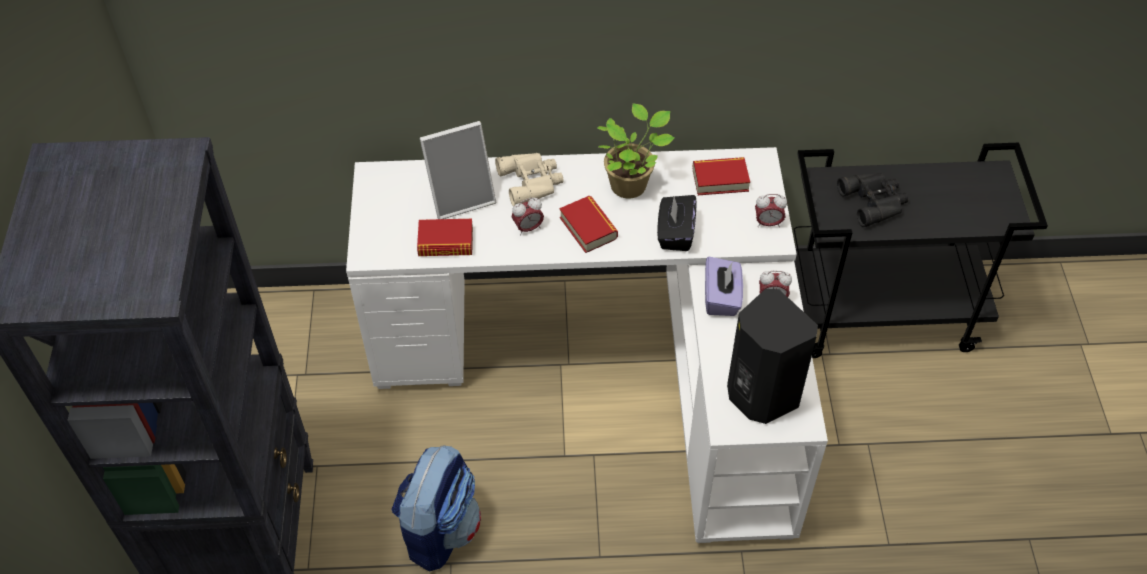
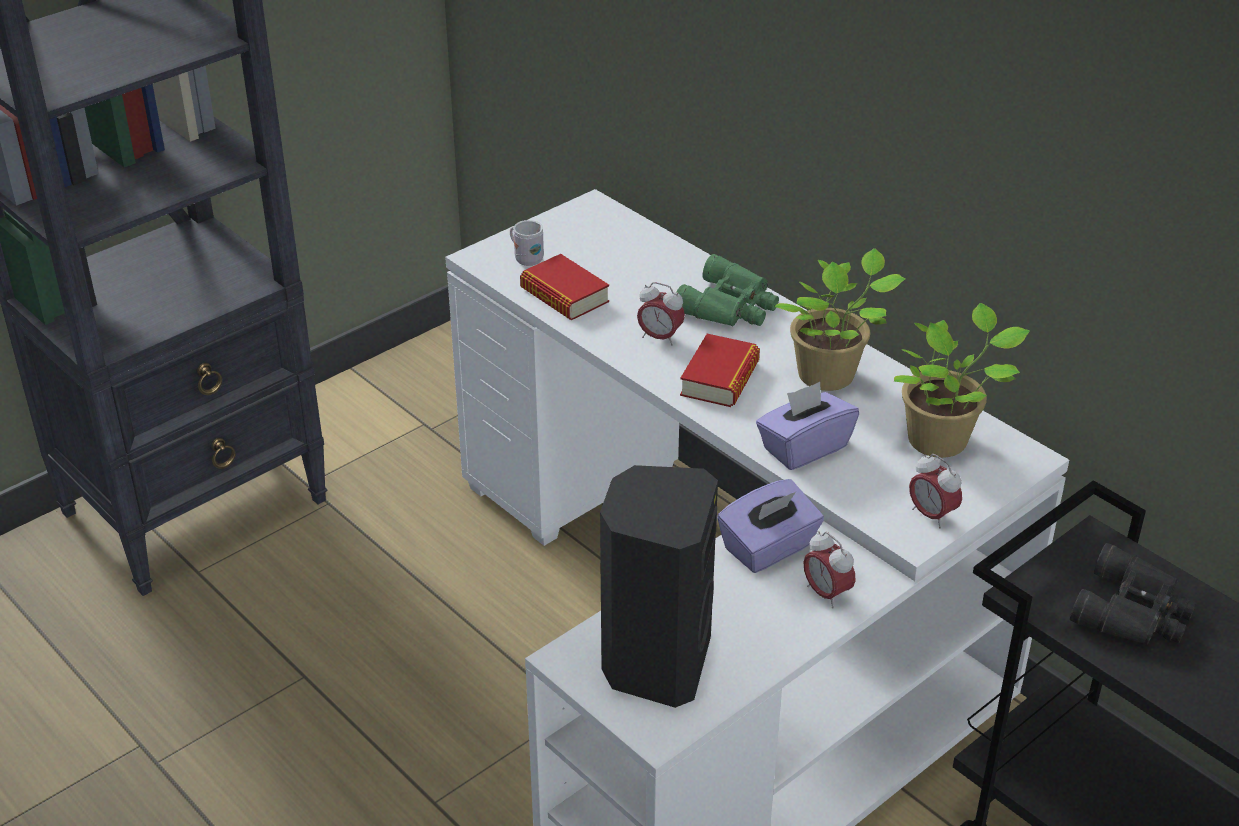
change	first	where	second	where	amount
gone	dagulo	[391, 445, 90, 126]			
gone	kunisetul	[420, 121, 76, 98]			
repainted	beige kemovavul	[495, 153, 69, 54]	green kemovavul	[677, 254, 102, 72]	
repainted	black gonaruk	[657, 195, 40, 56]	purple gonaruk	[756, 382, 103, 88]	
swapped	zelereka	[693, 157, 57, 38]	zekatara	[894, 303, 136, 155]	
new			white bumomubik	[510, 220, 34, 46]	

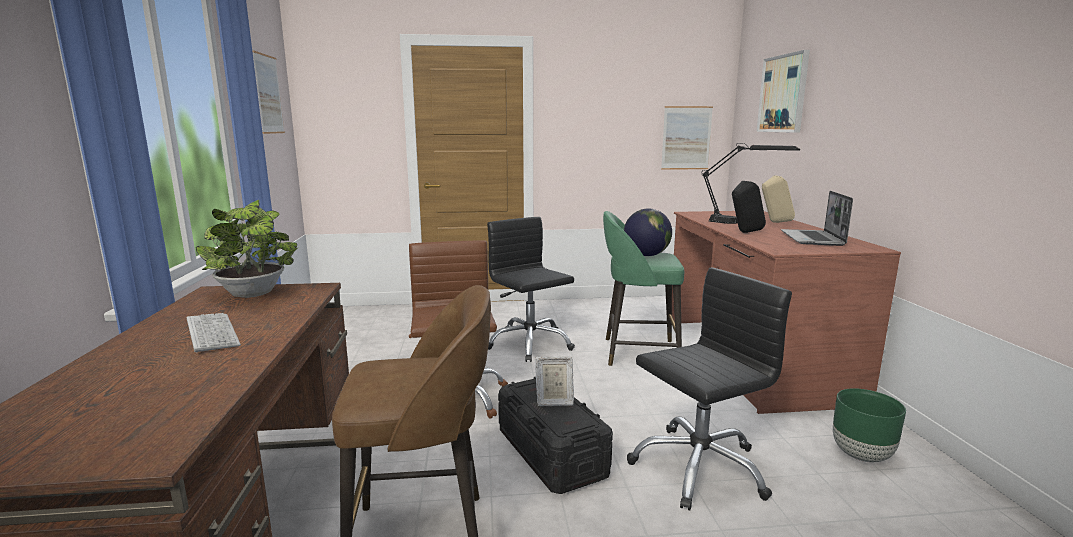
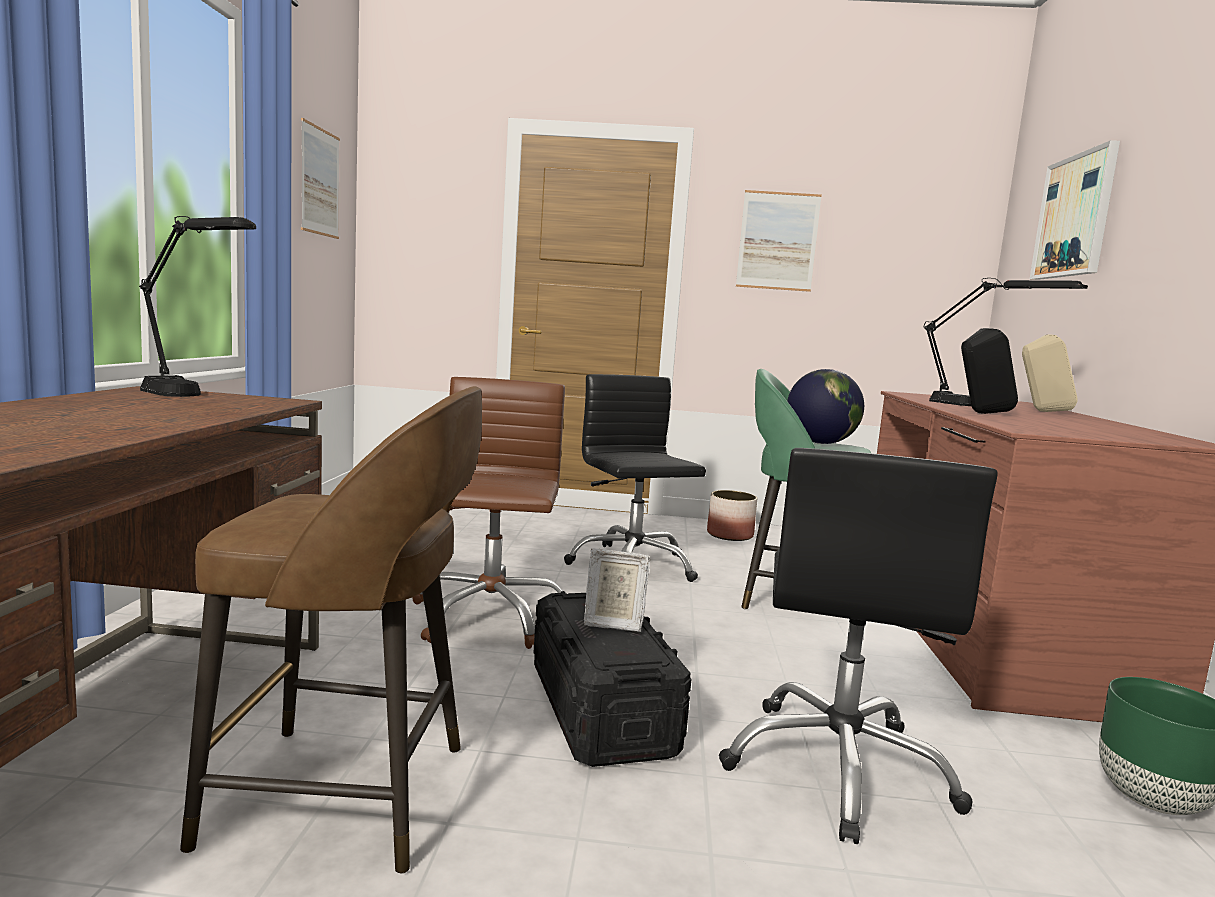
change	first	where	second	where	amount
gone	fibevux	[187, 313, 54, 39]			
swapped	zekatara	[196, 200, 103, 98]	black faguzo	[139, 216, 117, 181]	
rotated	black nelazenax	[627, 267, 165, 244]		[719, 448, 279, 396]	120 degrees clockwise
shifted	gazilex	[661, 106, 52, 64]		[736, 190, 86, 102]	
gone	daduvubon	[781, 191, 72, 55]			
new			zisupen	[707, 490, 50, 51]	

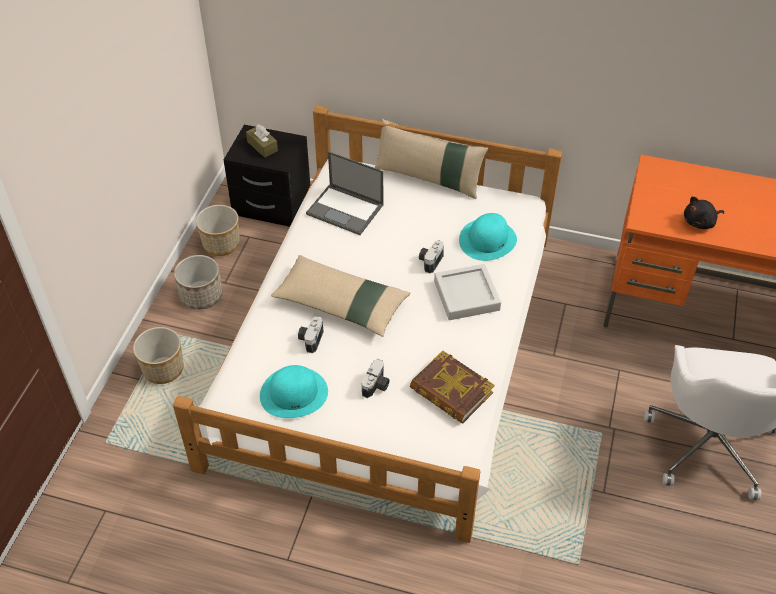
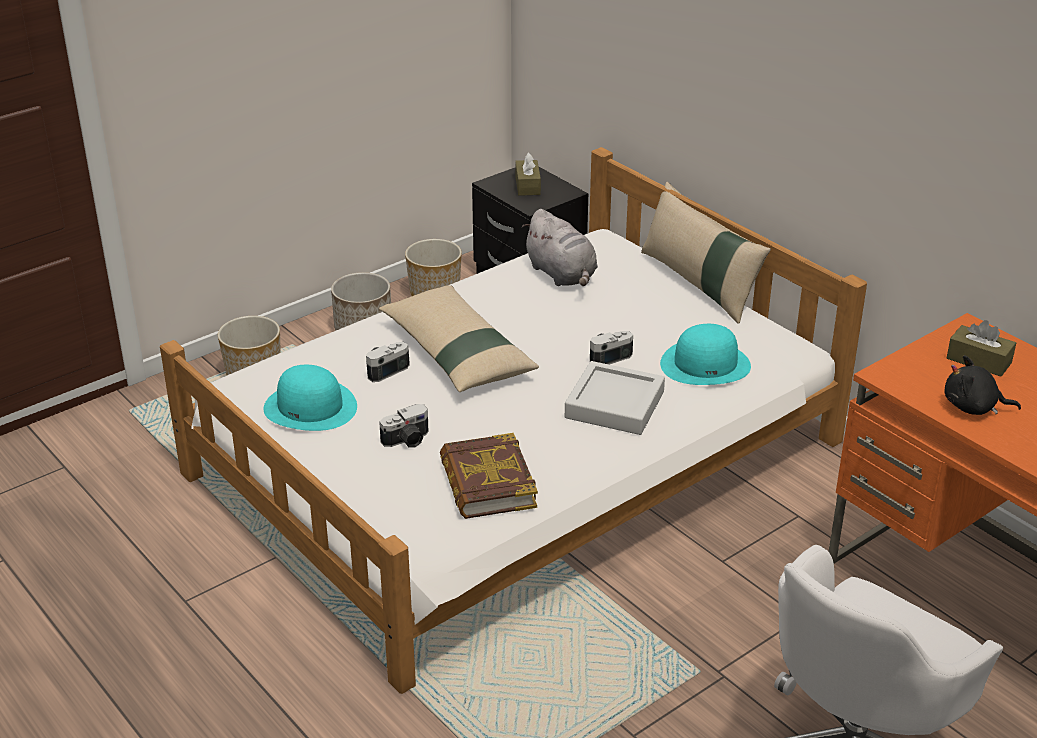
change	first	where	second	where	amount
swapped	daduvubon	[306, 151, 77, 84]	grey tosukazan	[522, 209, 76, 77]	
new			brown gonaruk	[947, 320, 69, 57]	

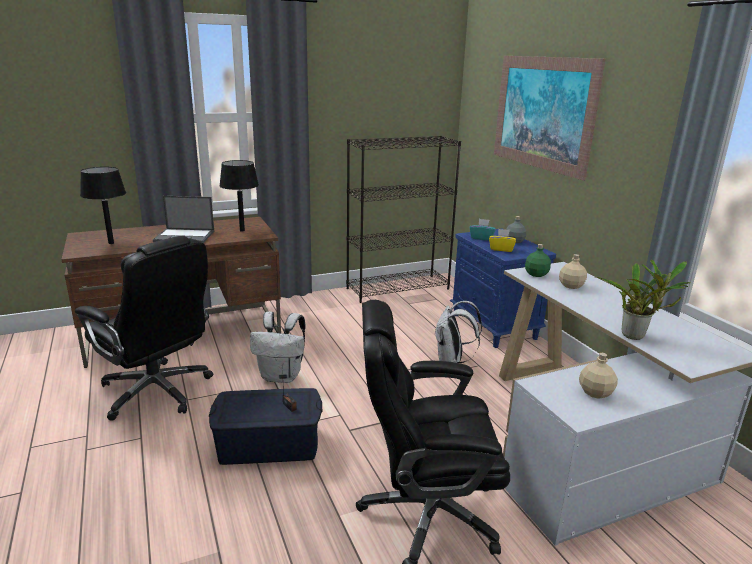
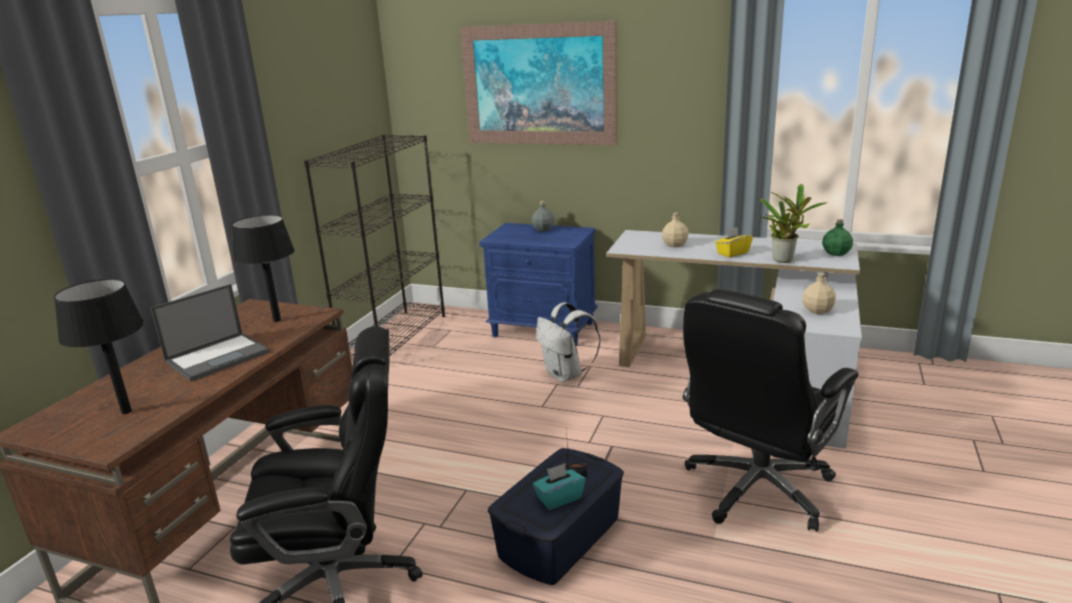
change	first	where	second	where	amount
gone	white dagulo	[250, 312, 55, 71]			
shifted	turquoise gonaruk	[470, 219, 26, 22]		[533, 463, 52, 47]	
shifted	yellow gonaruk	[489, 229, 27, 23]		[715, 227, 38, 31]	
shifted	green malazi	[525, 244, 26, 33]		[822, 219, 31, 37]	

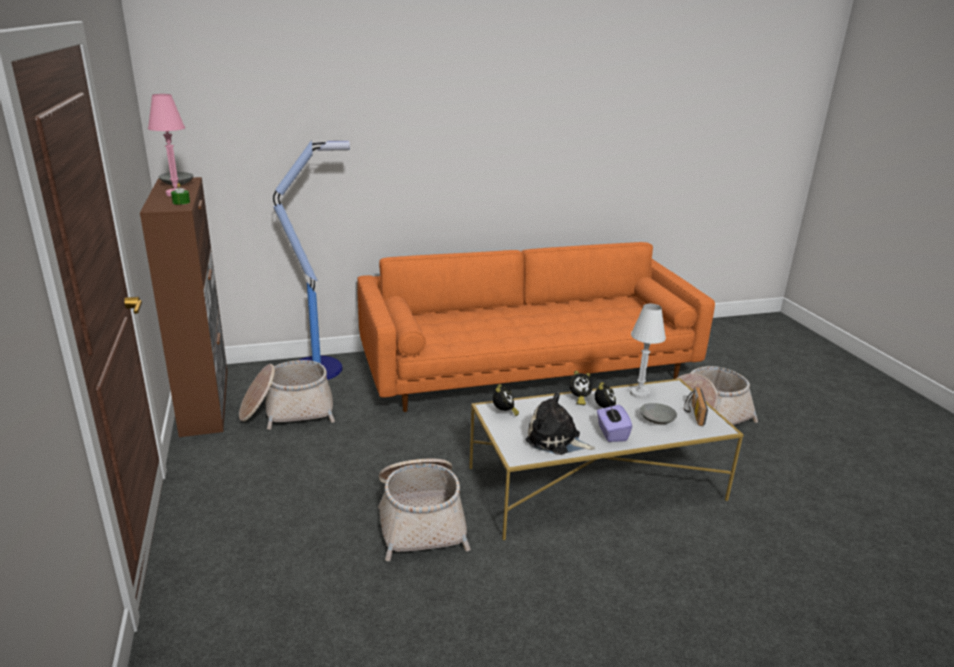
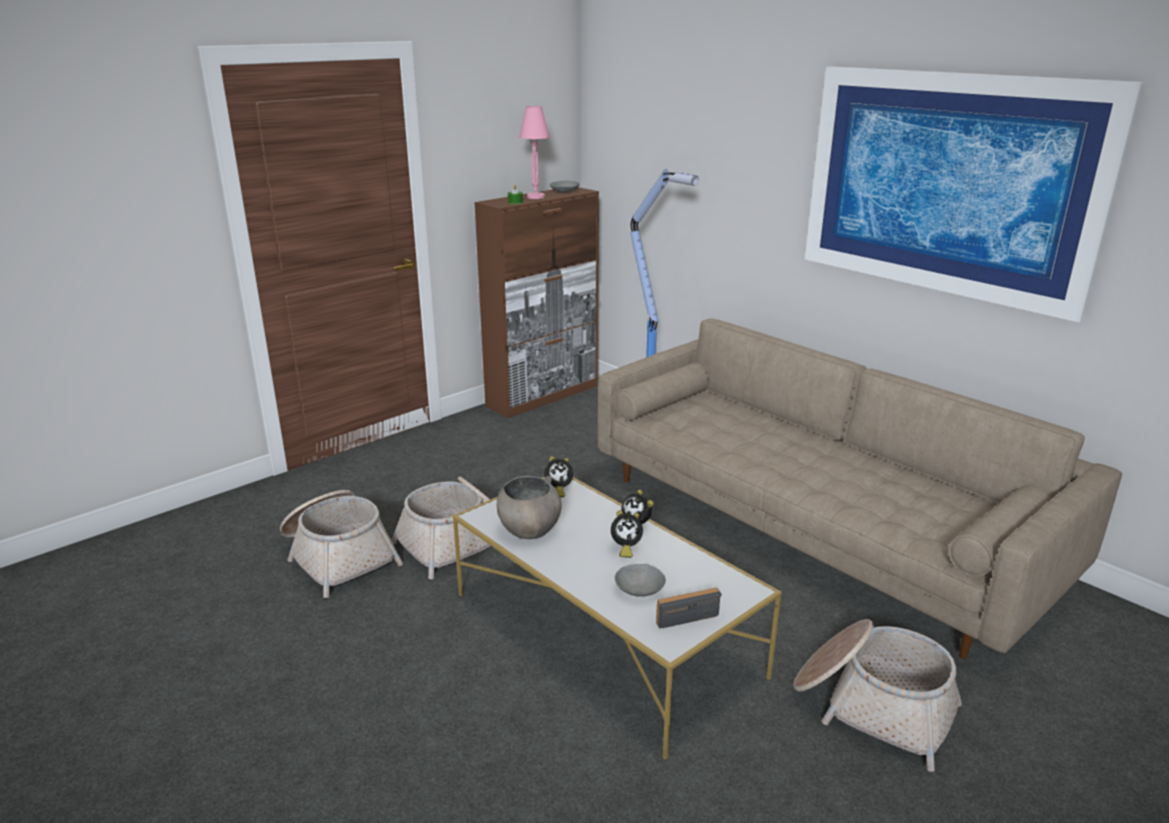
change	first	where	second	where	amount
shifted	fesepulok	[239, 360, 96, 70]		[280, 490, 124, 108]	
repainted	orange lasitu	[357, 242, 358, 170]	beige lasitu	[598, 319, 524, 340]	
swapped	tosukazan	[526, 392, 69, 63]	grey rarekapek	[497, 476, 65, 63]	
gone	purple gonaruk	[597, 405, 35, 37]			
gone	white faguzo	[630, 304, 36, 95]			
new			gazilex	[805, 67, 341, 256]	

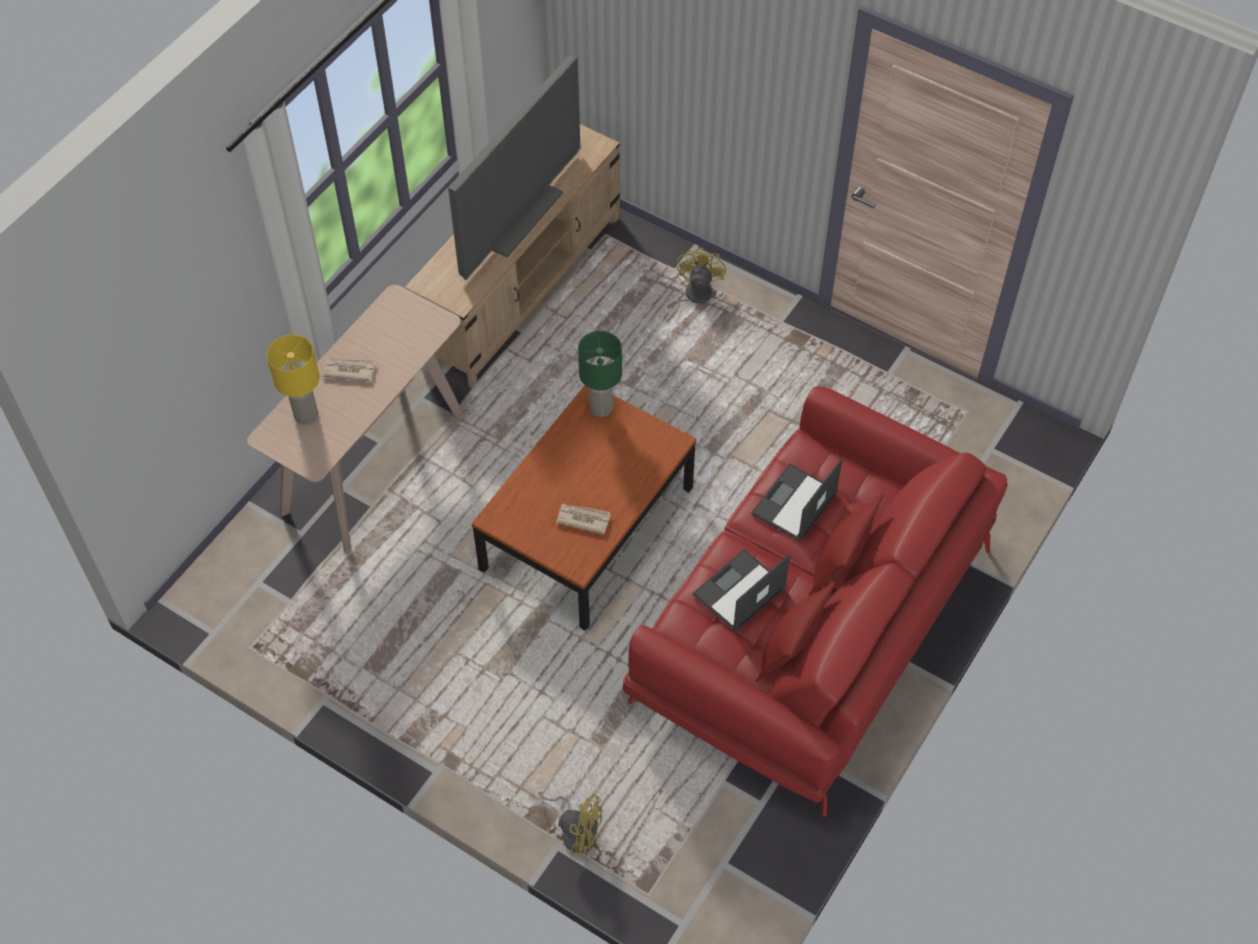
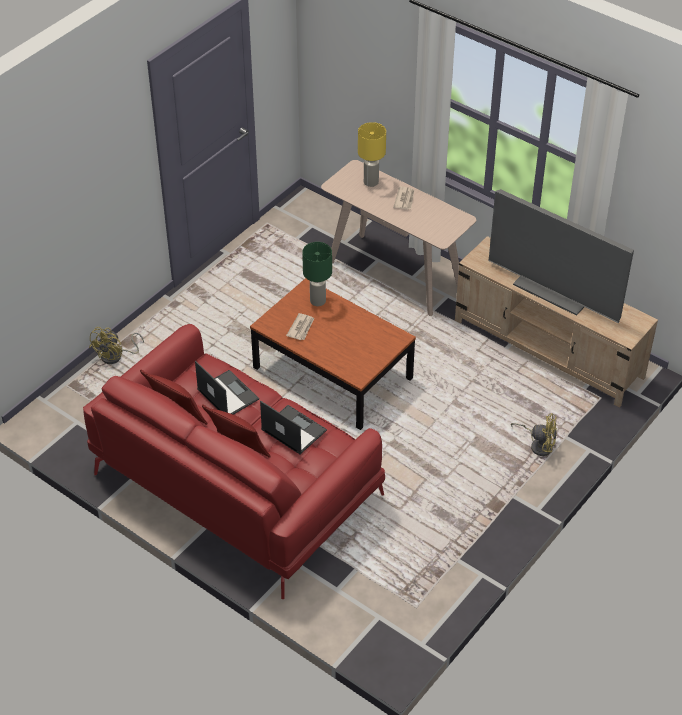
change	first	where	second	where	amount
shifted	green faguzo	[578, 331, 44, 86]		[302, 242, 30, 64]	

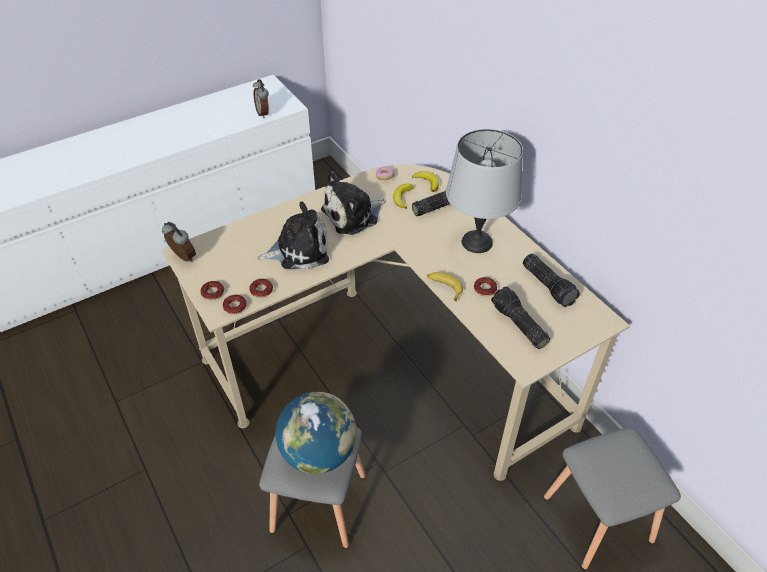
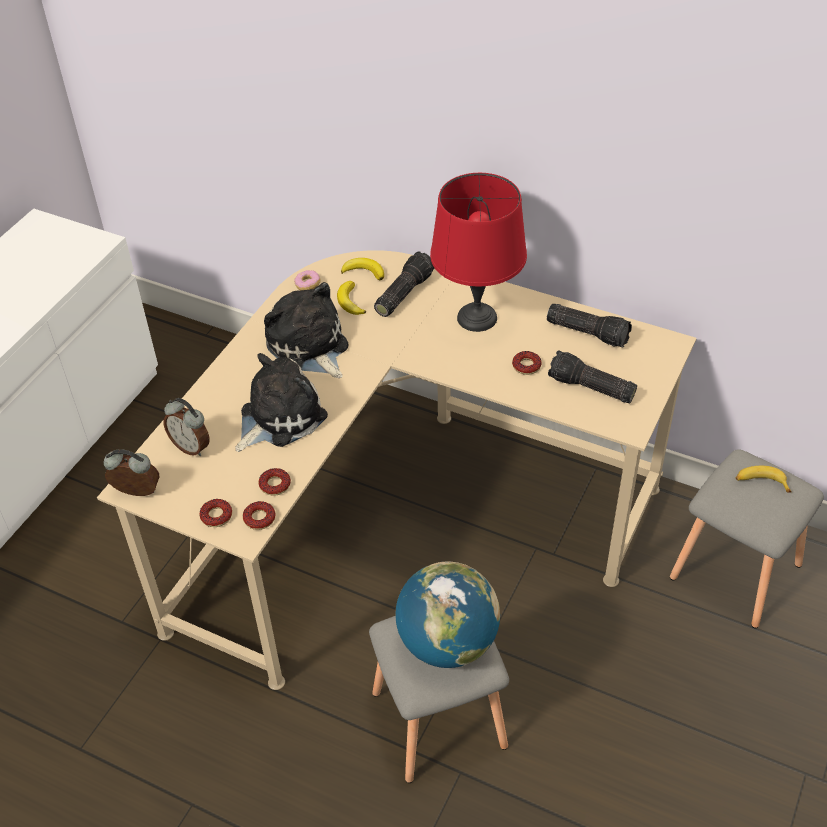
change	first	where	second	where	amount
shifted	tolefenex	[253, 79, 16, 39]		[164, 398, 46, 58]	
rotated	tosukazan	[321, 171, 65, 64]		[264, 282, 84, 96]	120 degrees clockwise
shifted	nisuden	[427, 272, 36, 30]		[736, 466, 56, 27]	
repainted	grey faguzo	[446, 129, 77, 124]	red faguzo	[430, 173, 97, 159]	

